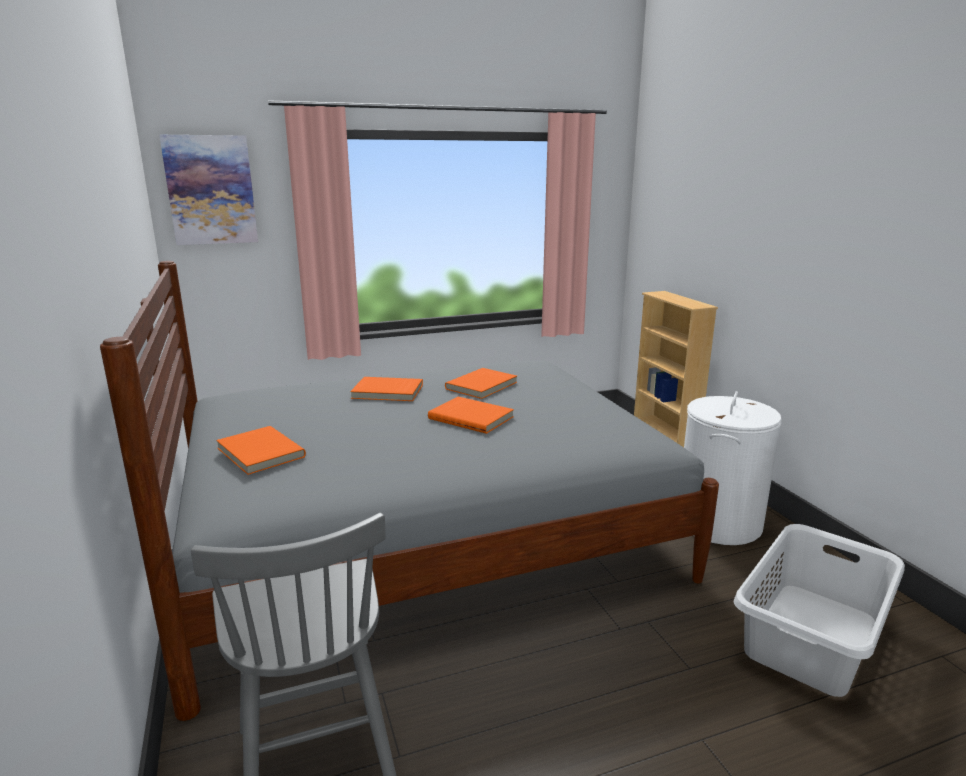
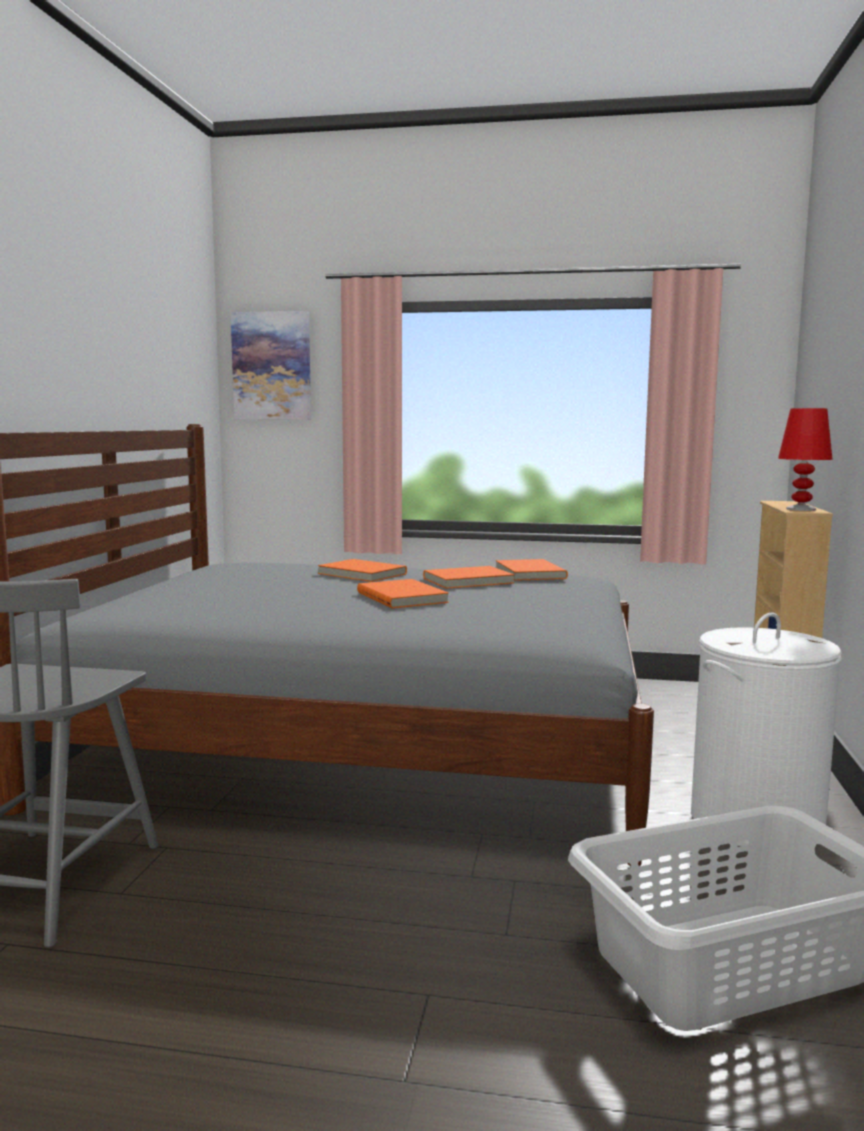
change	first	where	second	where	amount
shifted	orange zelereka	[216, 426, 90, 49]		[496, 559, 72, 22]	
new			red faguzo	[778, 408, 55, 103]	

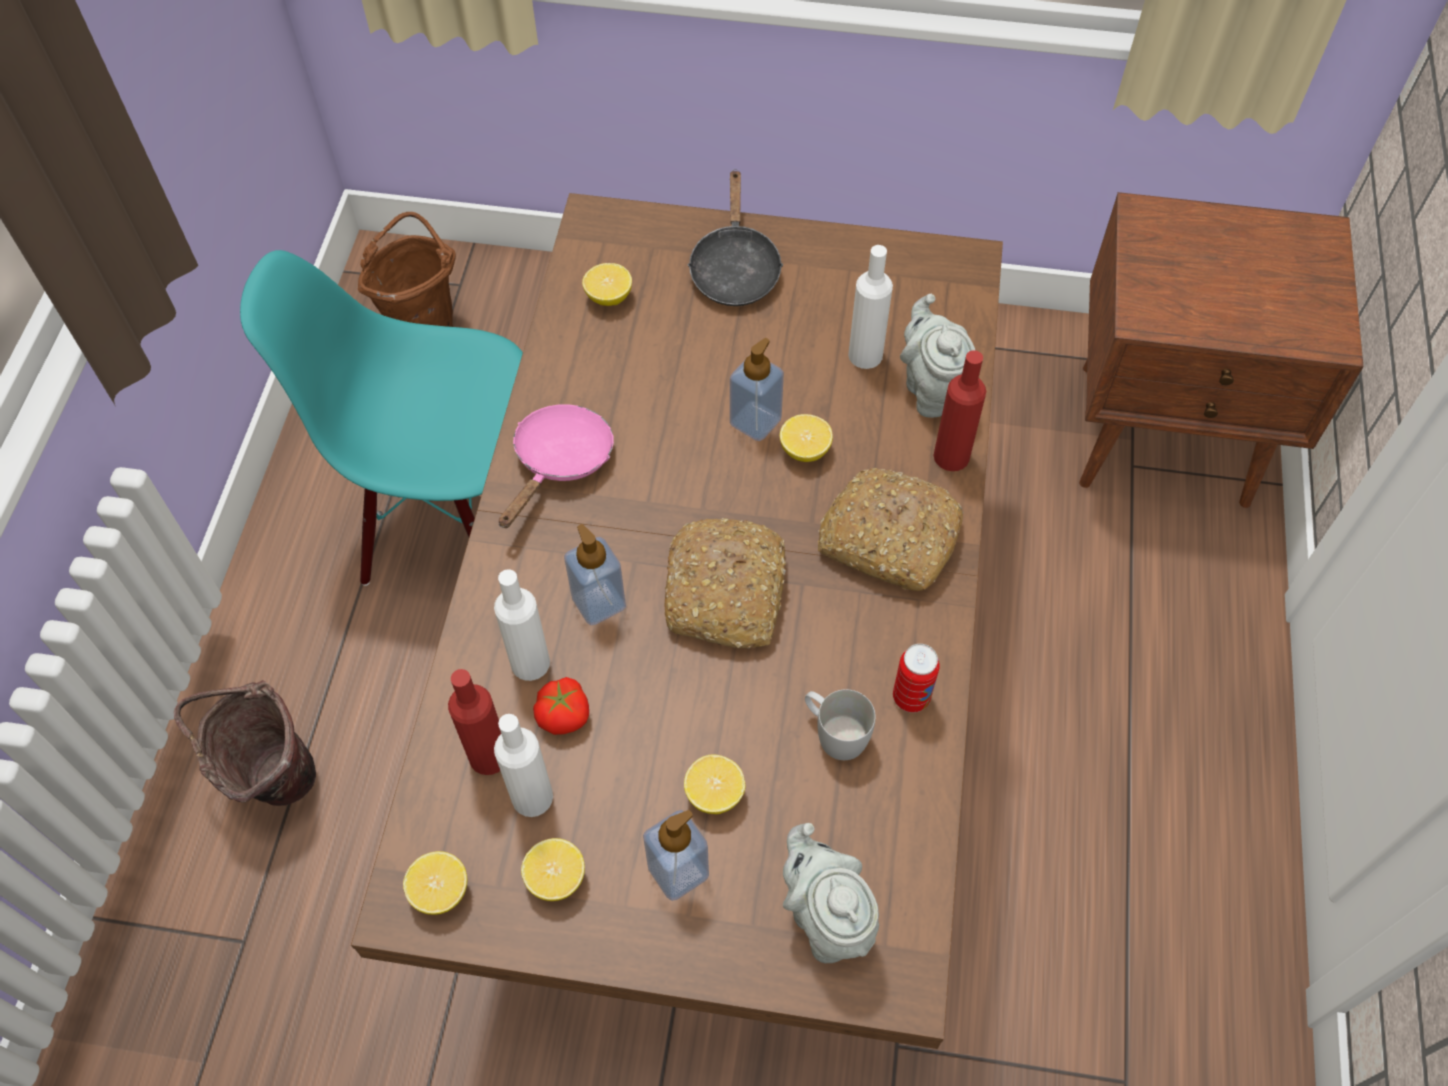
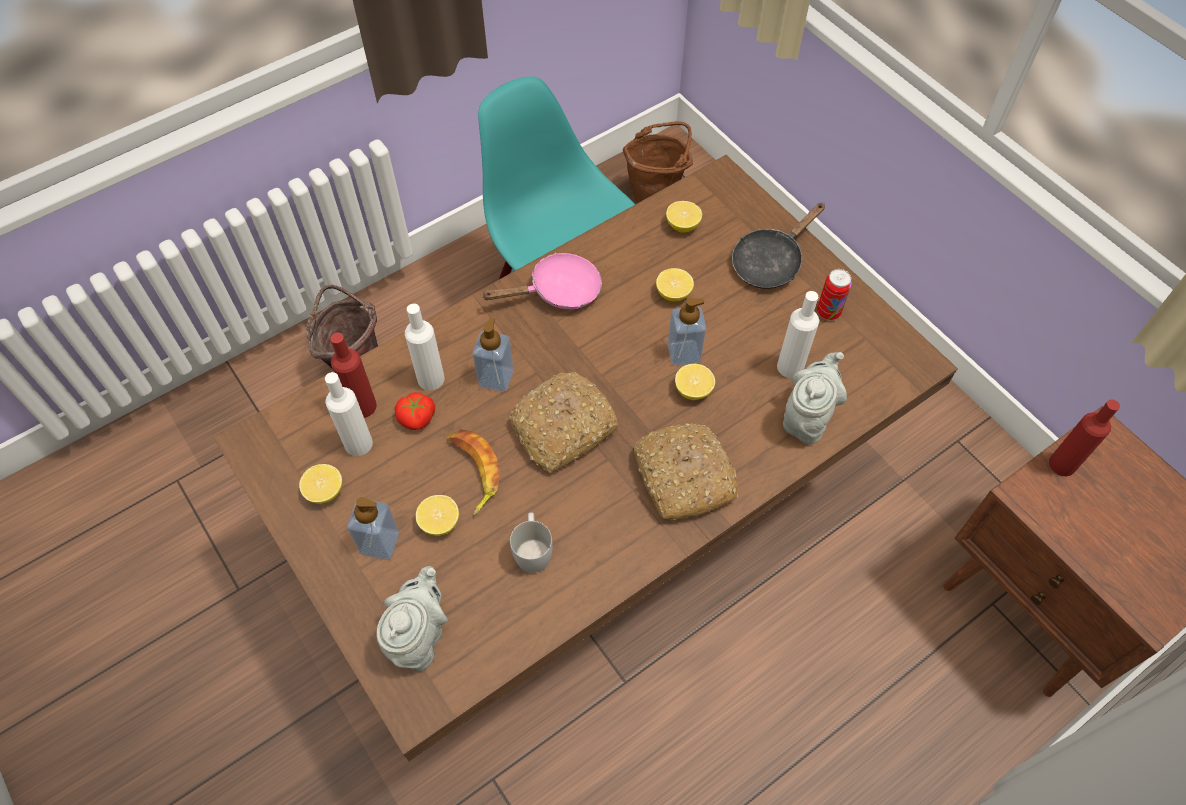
change	first	where	second	where	amount
shifted	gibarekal	[403, 851, 64, 64]		[656, 268, 38, 33]	
shifted	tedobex	[893, 644, 47, 69]		[817, 269, 35, 51]	
shifted	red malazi	[934, 350, 52, 121]		[1049, 399, 71, 77]	
new			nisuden	[447, 430, 53, 86]	

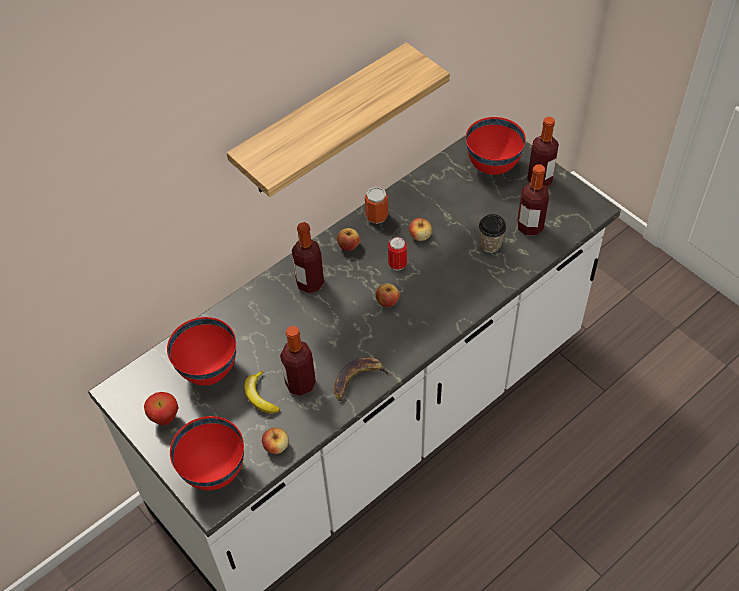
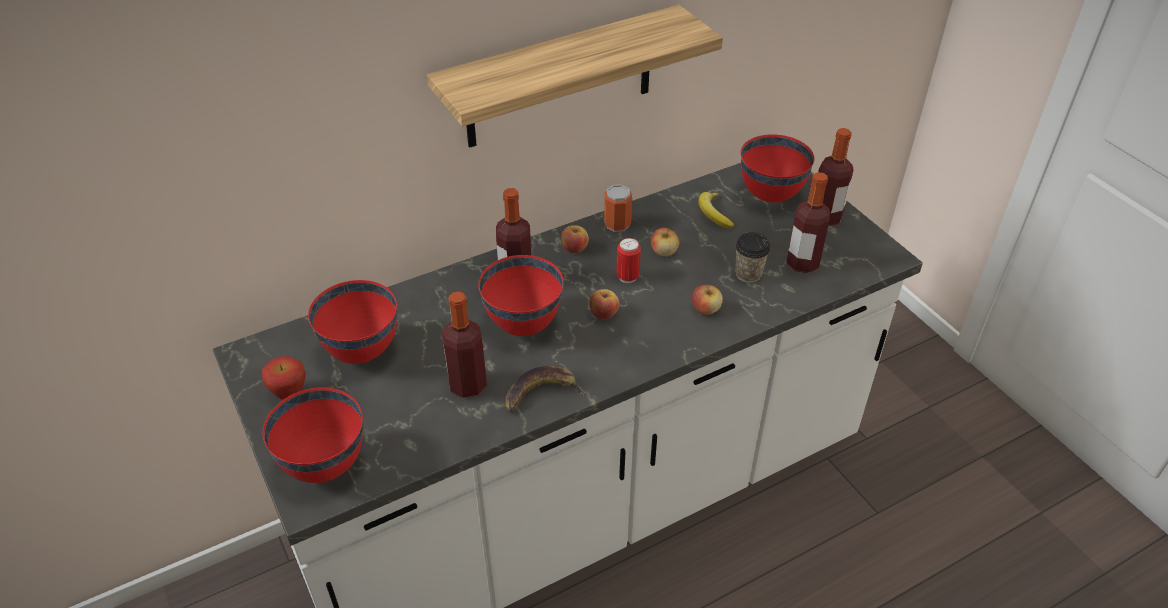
change	first	where	second	where	amount
shifted	nisuden	[244, 371, 36, 43]		[698, 192, 36, 36]	
shifted	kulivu	[262, 428, 27, 26]		[692, 284, 31, 31]	
new			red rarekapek	[478, 255, 86, 81]	

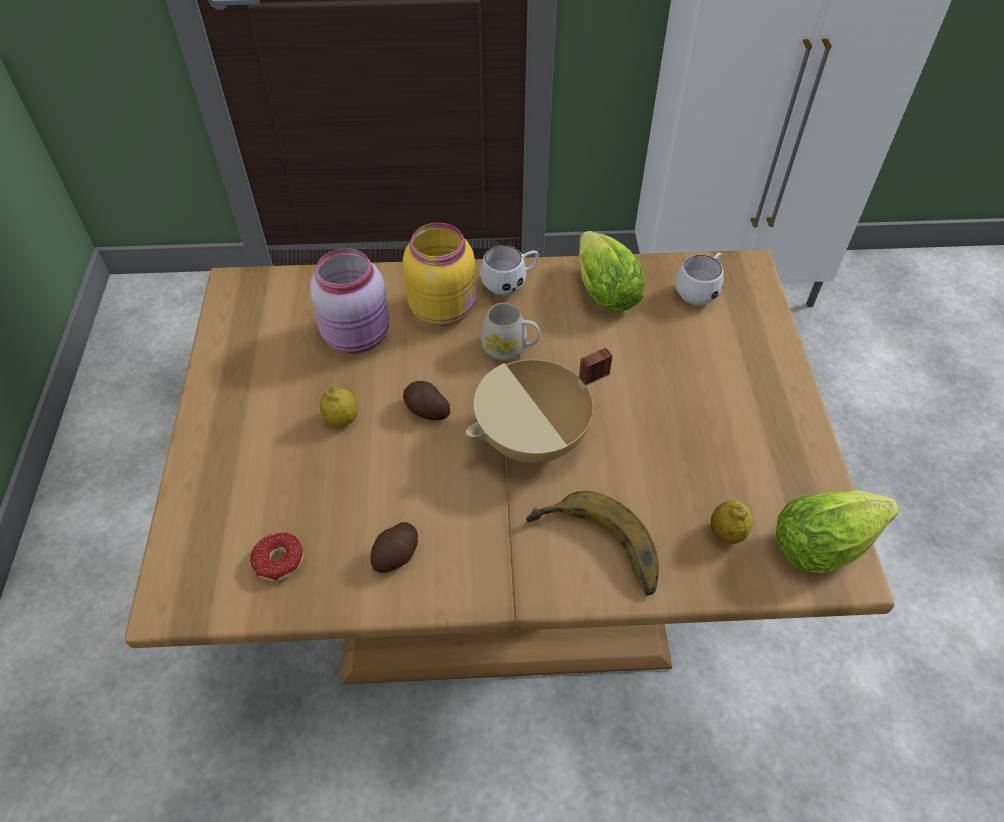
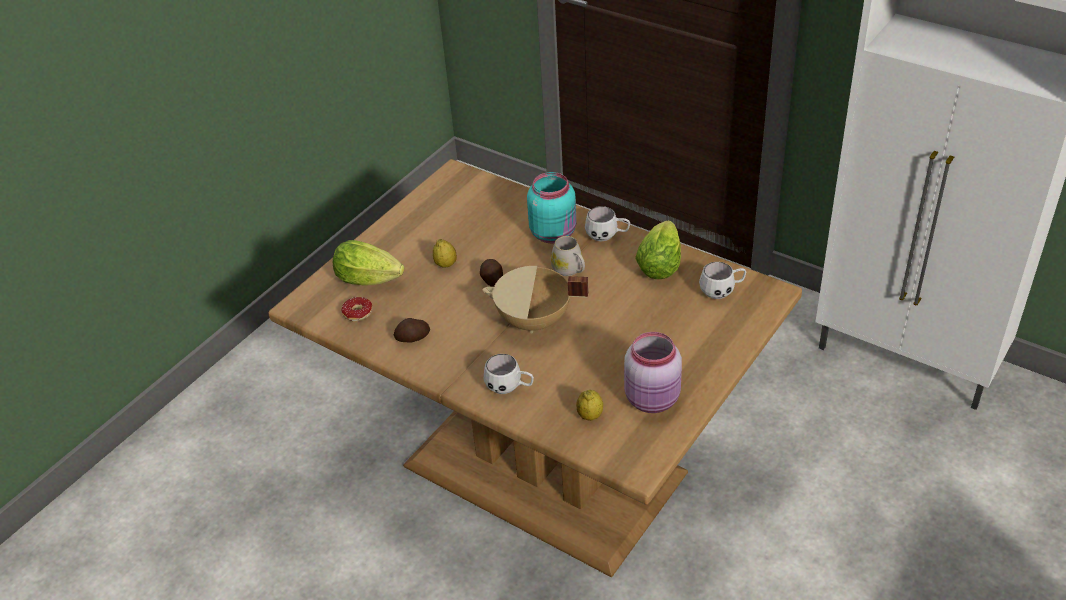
change	first	where	second	where	amount
shifted	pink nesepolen	[310, 248, 79, 106]		[624, 332, 58, 81]	
repainted	yellow nesepolen	[403, 223, 73, 103]	turquoise nesepolen	[527, 172, 49, 71]	
swapped	nisuden	[526, 491, 133, 105]	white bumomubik	[484, 354, 50, 40]	
shifted	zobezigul	[776, 490, 123, 83]		[333, 240, 71, 45]	

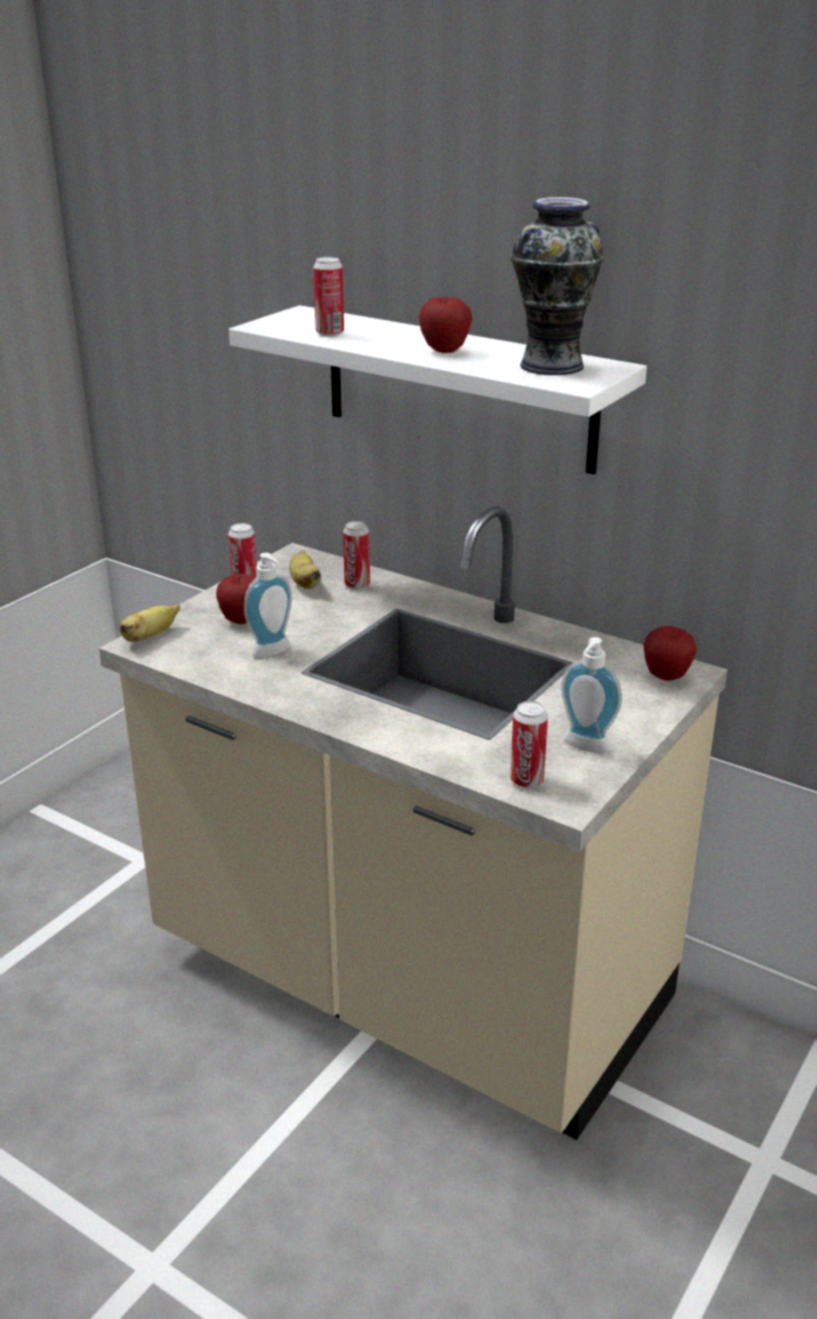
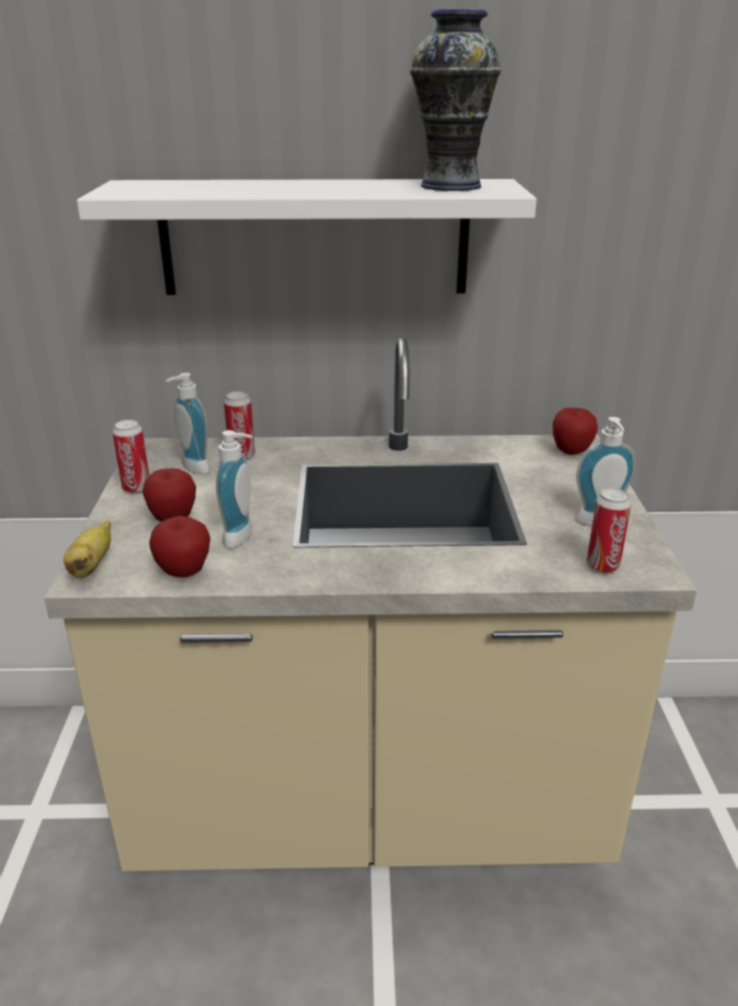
change	first	where	second	where	amount
swapped	nisuden	[289, 550, 32, 39]	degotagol	[166, 373, 44, 101]	
gone	tedobex	[313, 257, 31, 79]			
shifted	kulivu	[418, 296, 55, 57]		[149, 516, 61, 62]	

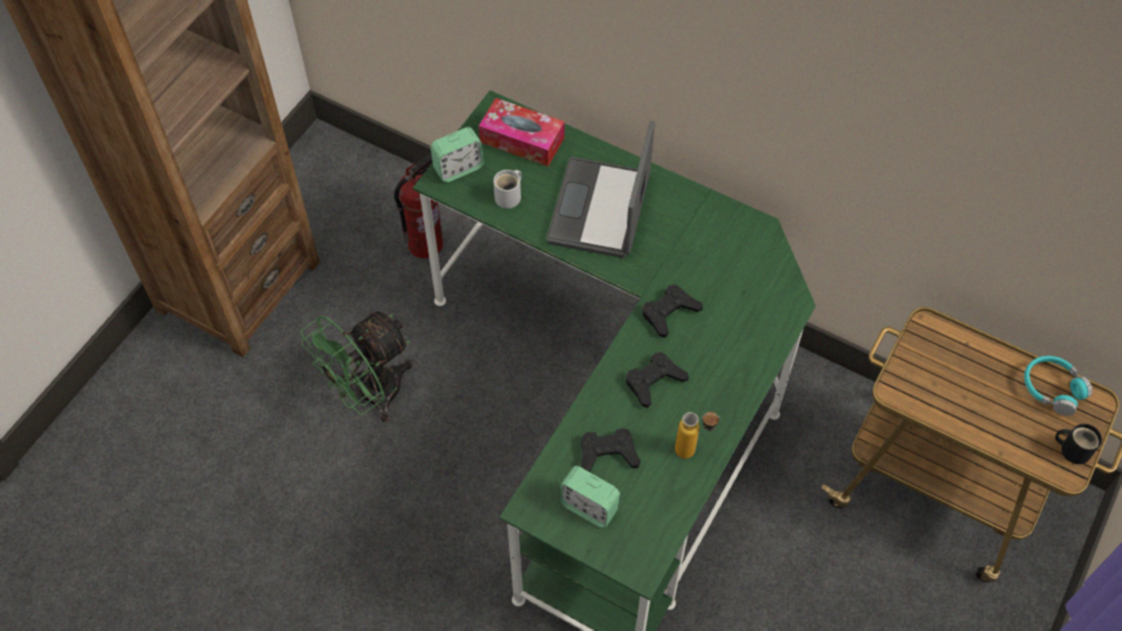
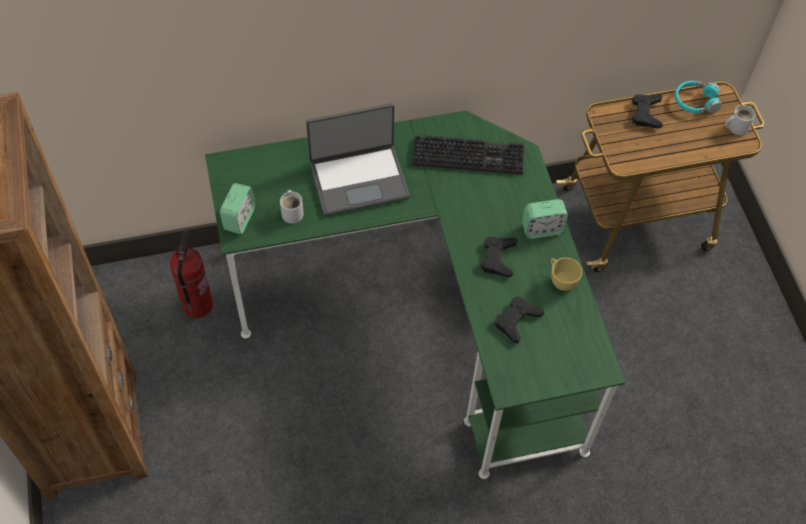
change	first	where	second	where	amount
gone	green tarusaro	[300, 311, 112, 111]			
gone	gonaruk	[479, 98, 86, 68]			
rotated	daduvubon	[546, 121, 109, 137]		[306, 103, 104, 113]	75 degrees counterclockwise
shifted	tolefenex	[559, 466, 61, 62]		[522, 199, 46, 40]	
shifted	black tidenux	[642, 284, 61, 54]		[632, 94, 31, 35]	
swapped	malazi	[675, 412, 45, 47]	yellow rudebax	[551, 258, 31, 33]	
repainted	black bumomubik	[1055, 424, 47, 40]	white bumomubik	[725, 105, 30, 30]	
new			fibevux	[412, 135, 113, 39]	

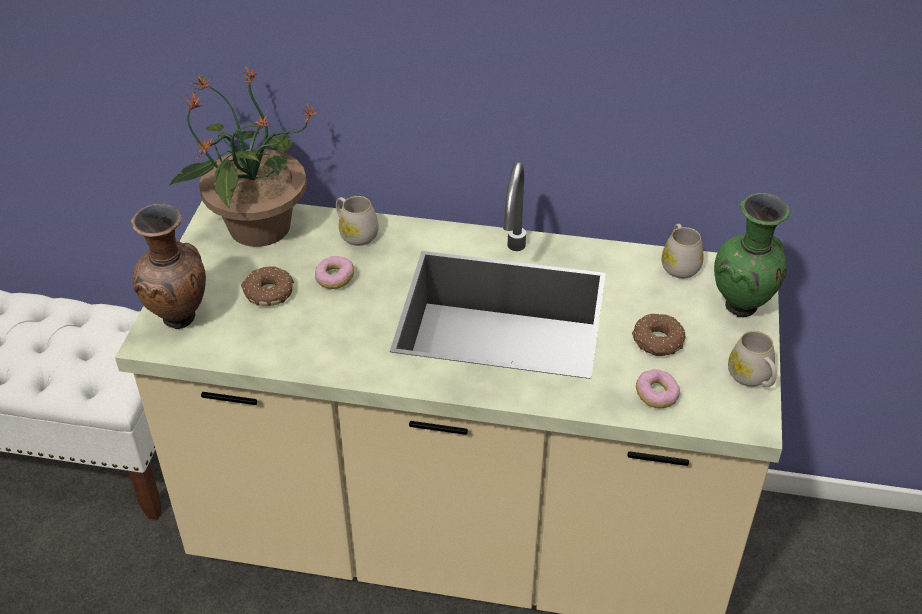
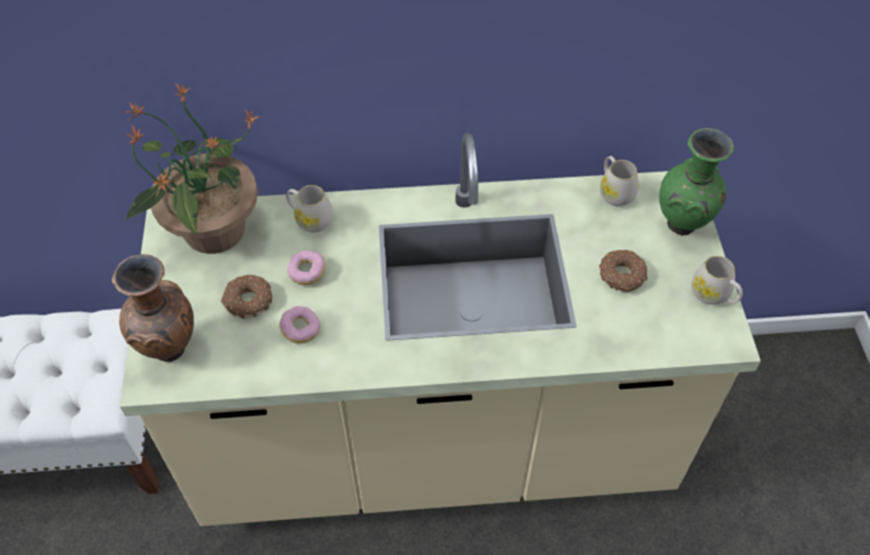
change	first	where	second	where	amount
shifted	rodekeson	[636, 369, 44, 39]		[279, 306, 42, 38]	

